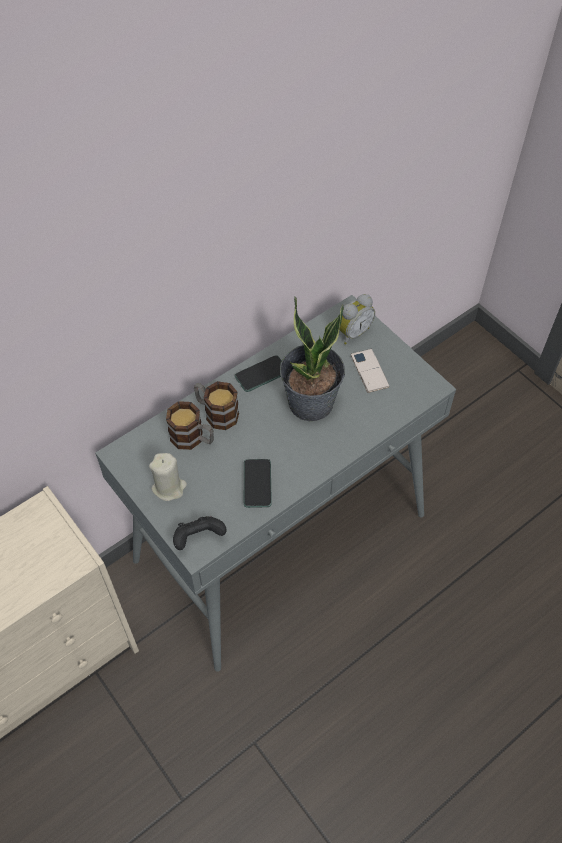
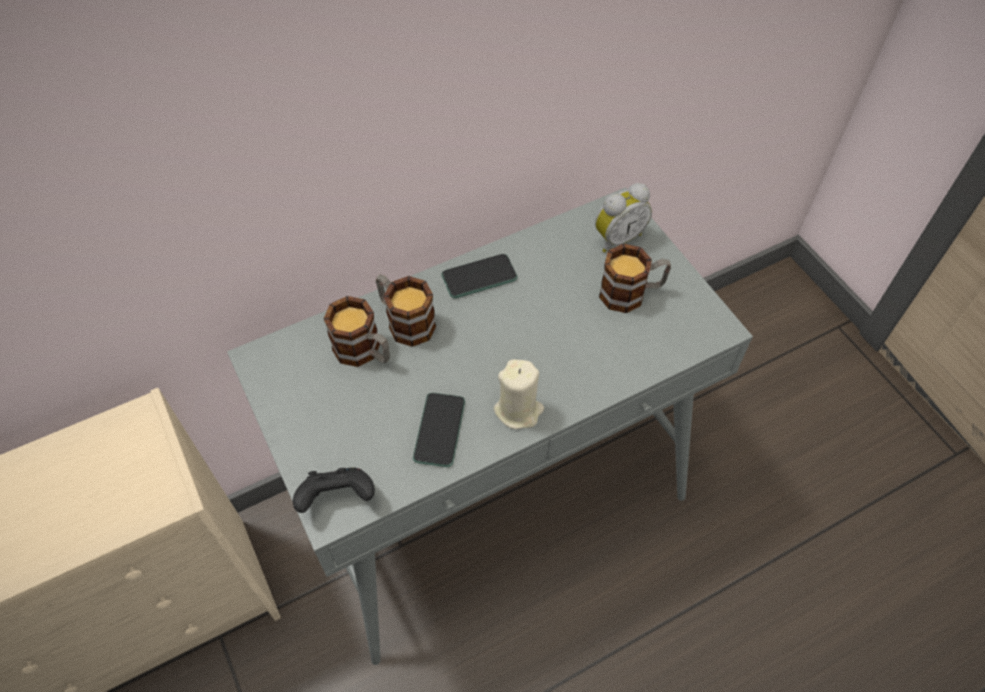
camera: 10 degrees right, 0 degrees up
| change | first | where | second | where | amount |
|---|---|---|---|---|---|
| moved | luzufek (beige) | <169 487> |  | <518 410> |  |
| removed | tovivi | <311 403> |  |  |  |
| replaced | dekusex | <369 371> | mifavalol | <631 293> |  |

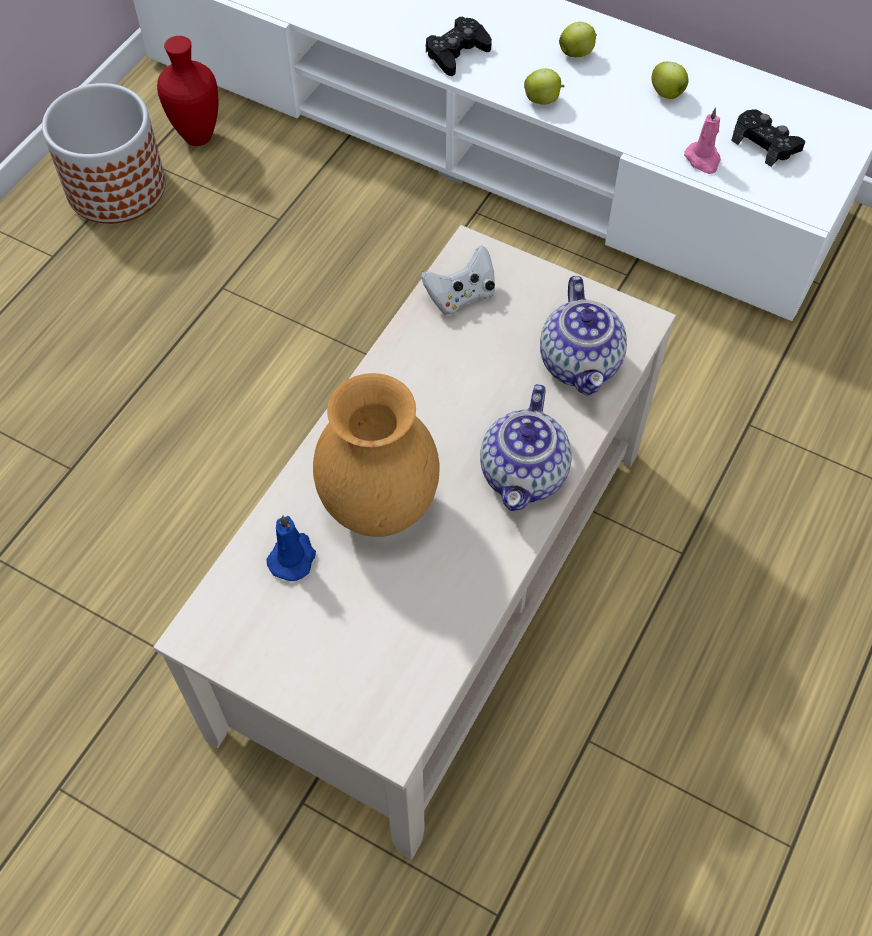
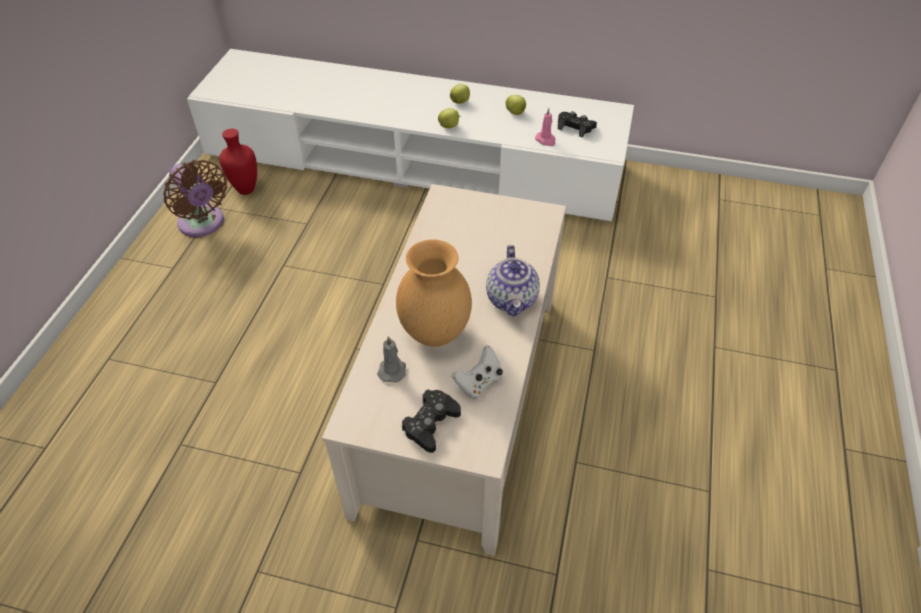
camera: 15 degrees left, 10 degrees down
| change | first | where | second | where | amount |
|---|---|---|---|---|---|
| replaced | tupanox | <117 187> | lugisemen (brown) | <203 224> |  |
| recoloured | luzufek (blue) | <293 557> | luzufek (grey) | <392 369> |  |
| moved | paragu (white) | <461 296> |  | <479 382> |  |
| moved | paragu (black) | <457 53> |  | <431 424> |  |
| removed | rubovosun | <581 364> |  |  |  |

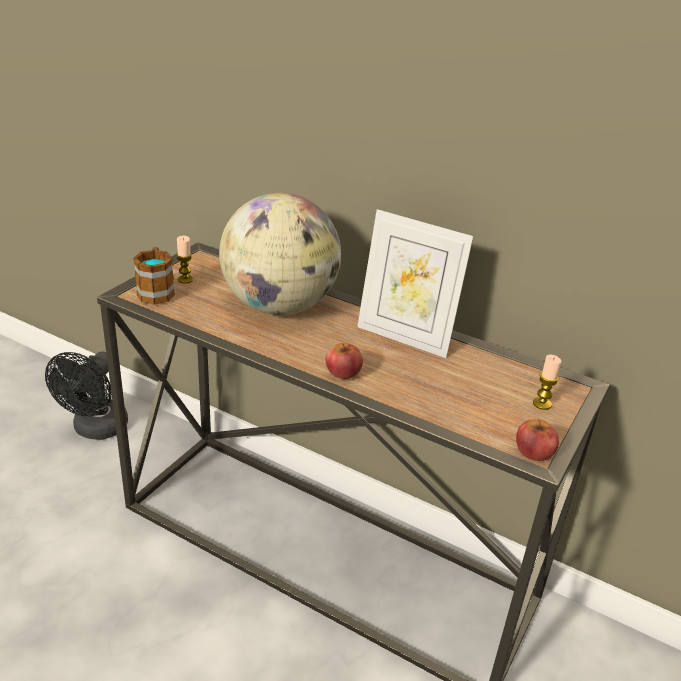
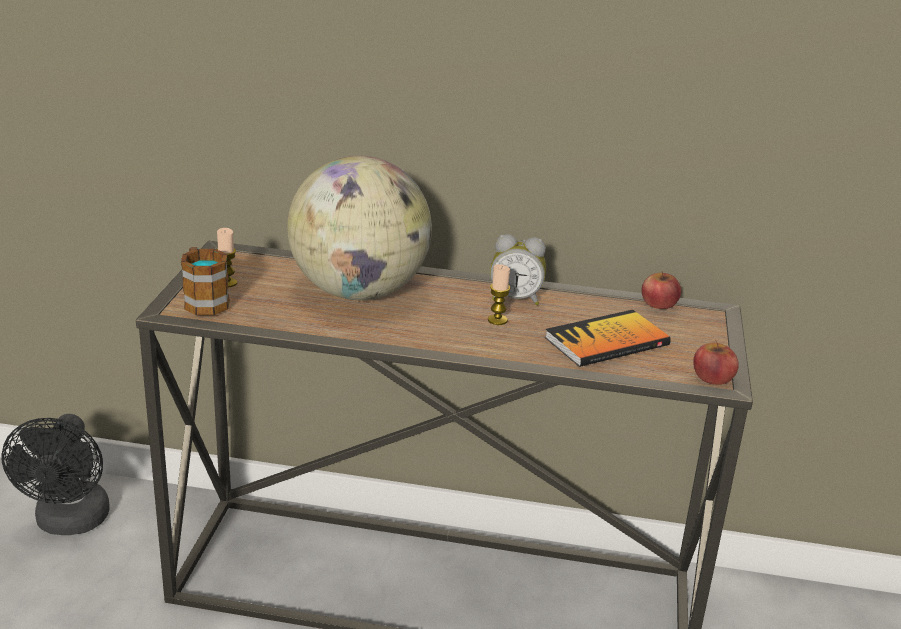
camera: 20 degrees left, 5 degrees down
| change | first | where | second | where | amount |
|---|---|---|---|---|---|
| moved | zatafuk | <343 372> |  | <659 303> |  |
| replaced | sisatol | <405 337> | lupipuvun | <516 299> |  |
| moved | luzufek | <542 404> |  | <497 320> |  |
| added |  |  | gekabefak | <607 341> |  |

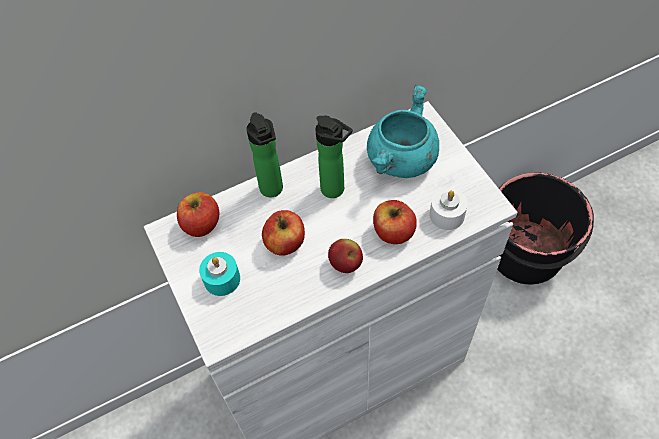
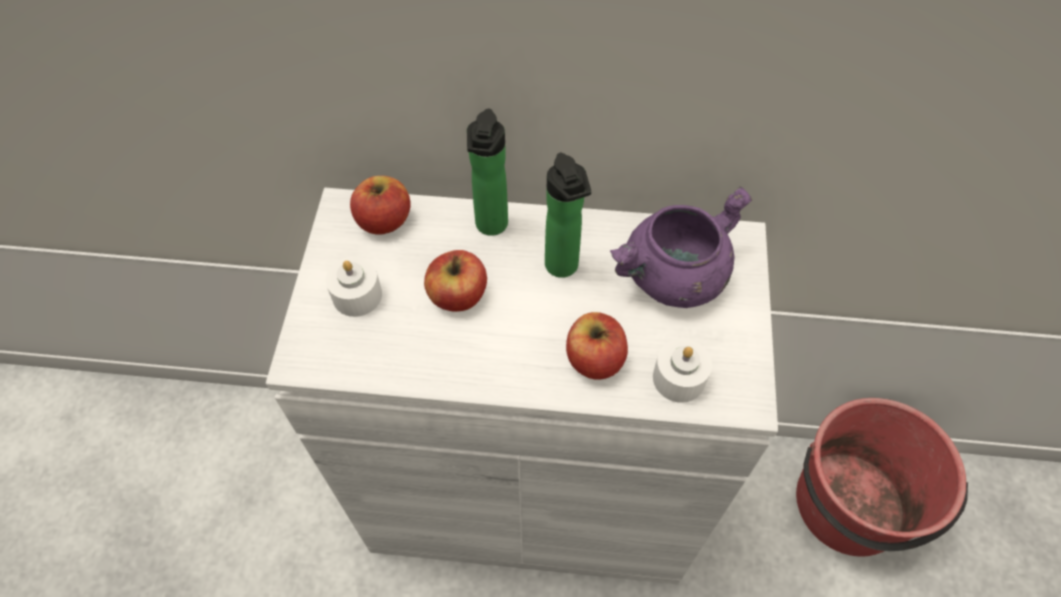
camera: 30 degrees right, 0 degrees up
| change | first | where | second | where | amount |
|---|---|---|---|---|---|
| recoloured | luzufek (turquoise) | <222 279> | luzufek (white) | <357 295> |  |
| removed | zatafuk | <345 264> |  |  |  |
| recoloured | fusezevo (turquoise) | <401 160> | fusezevo (purple) | <673 277> |  |
| recoloured | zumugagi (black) | <526 254> | zumugagi (red) | <848 506> |  |

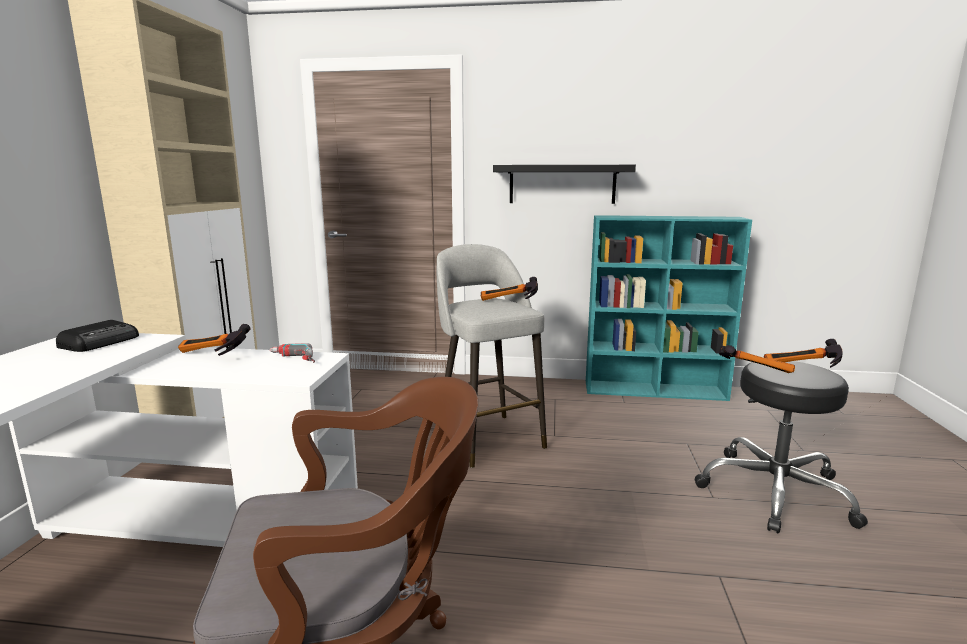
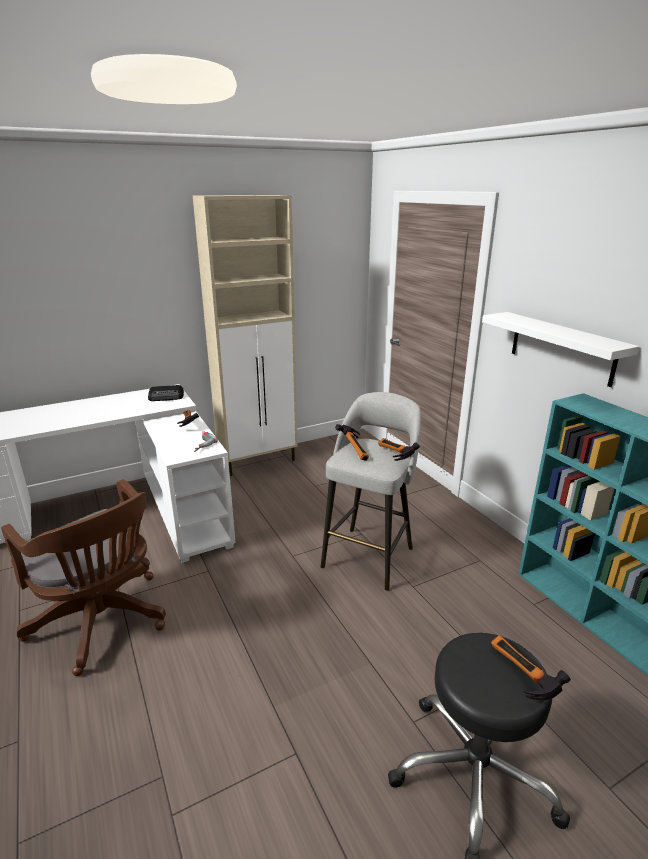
camera: 55 degrees right, 10 degrees up
| change | first | where | second | where | amount |
|---|---|---|---|---|---|
| recoloured | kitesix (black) | <562 184> | kitesix (white) | <561 348> |  |
| moved | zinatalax | <753 370> |  | <356 450> |  |

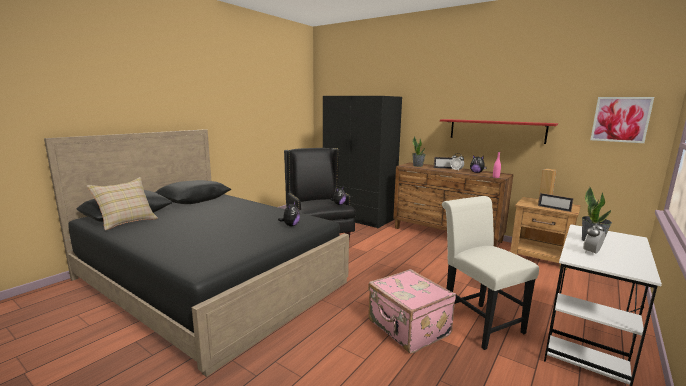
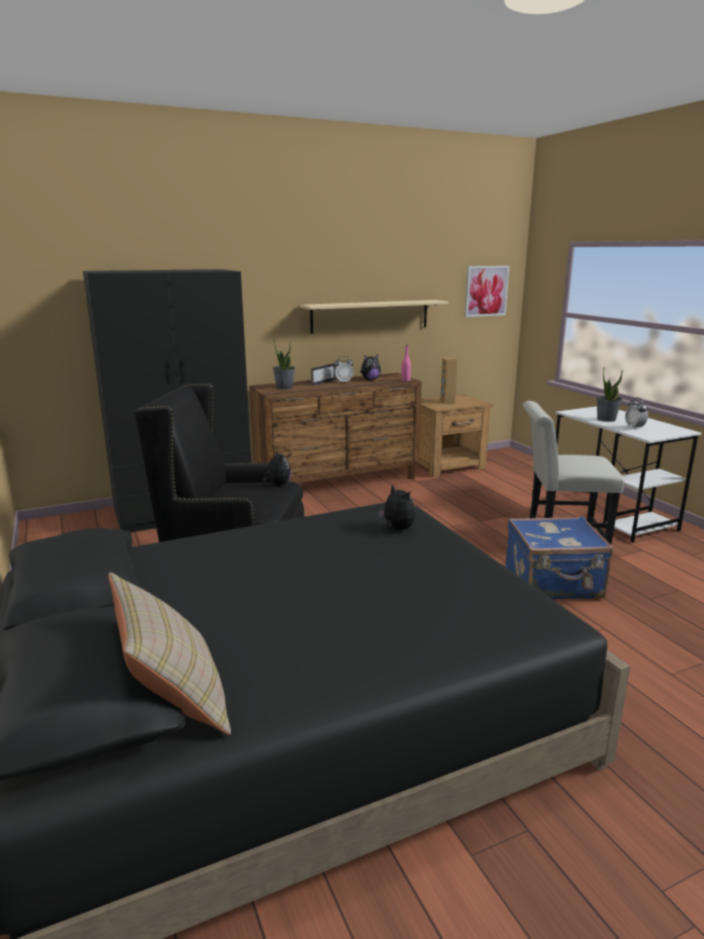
camera: 60 degrees left, 5 degrees up
| change | first | where | second | where | amount |
|---|---|---|---|---|---|
| recoloured | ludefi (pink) | <408 328> | ludefi (blue) | <553 584> |  |
| recoloured | kitesix (red) | <496 130> | kitesix (beige) | <370 316> |  |
| removed | sisatol | <554 208> |  |  |  |

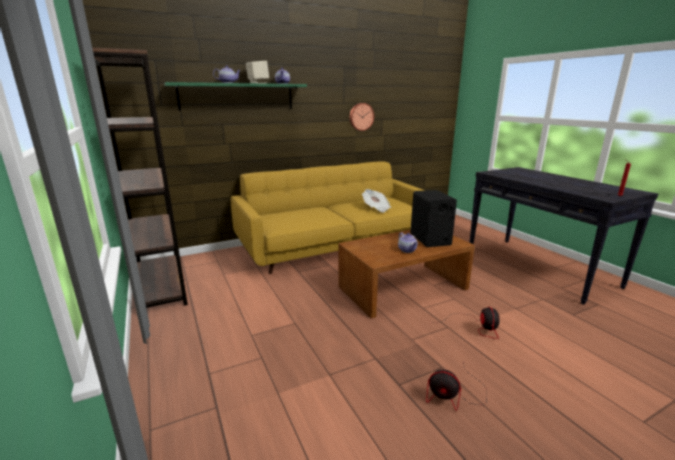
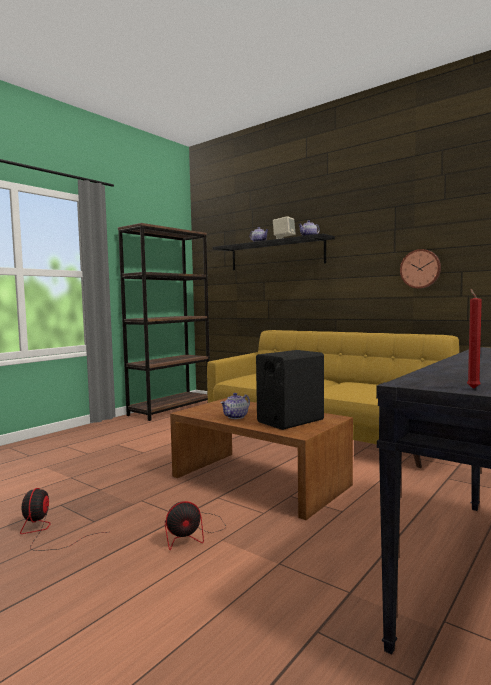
camera: 65 degrees right, 15 degrees down
| change | first | where | second | where | amount |
|---|---|---|---|---|---|
| recoloured | kitesix (green) | <237 96> | kitesix (black) | <276 255> |  |
| removed | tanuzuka | <376 208> |  |  |  |

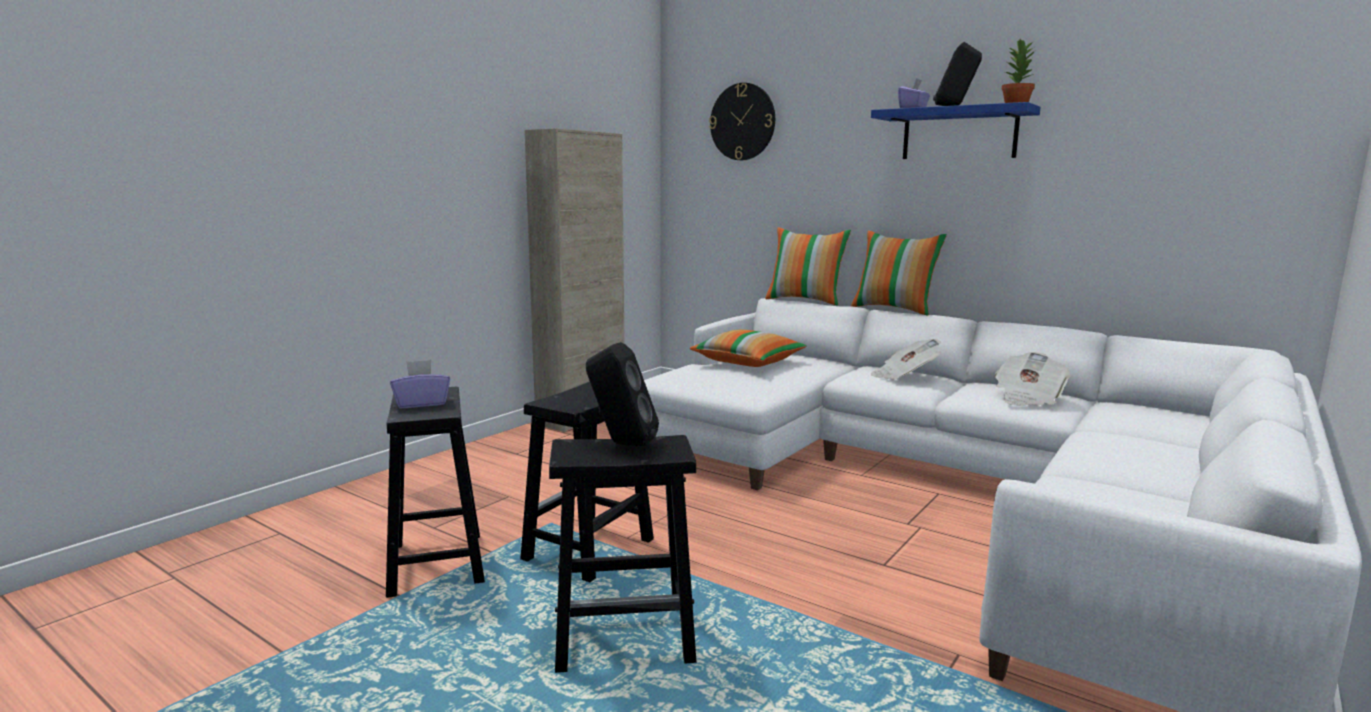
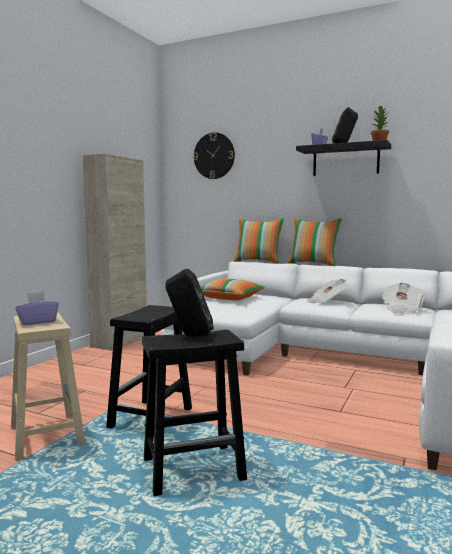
camera: 10 degrees left, 5 degrees down
| change | first | where | second | where | amount |
|---|---|---|---|---|---|
| recoloured | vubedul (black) | <436 562> | vubedul (beige) | <46 434> |  |
| recoloured | kitesix (blue) | <959 134> | kitesix (black) | <345 160> |  |

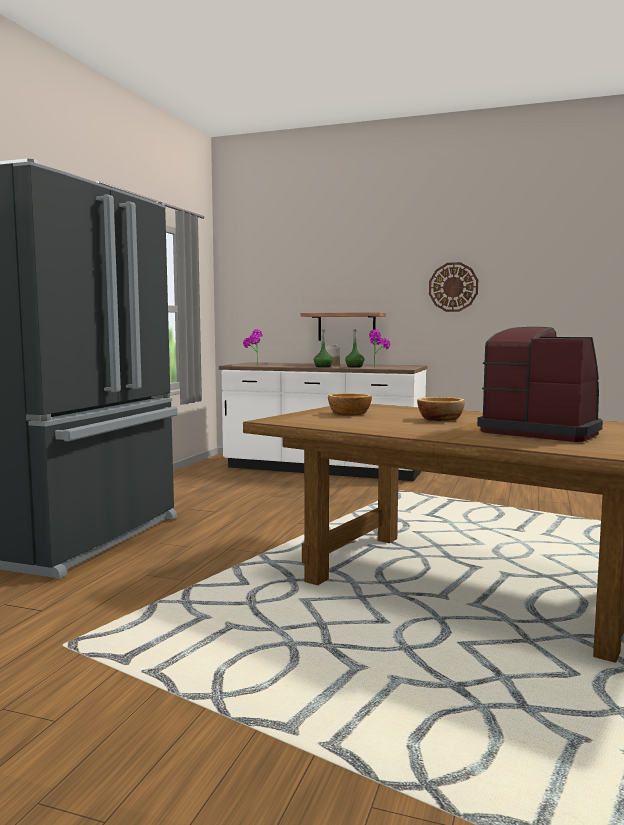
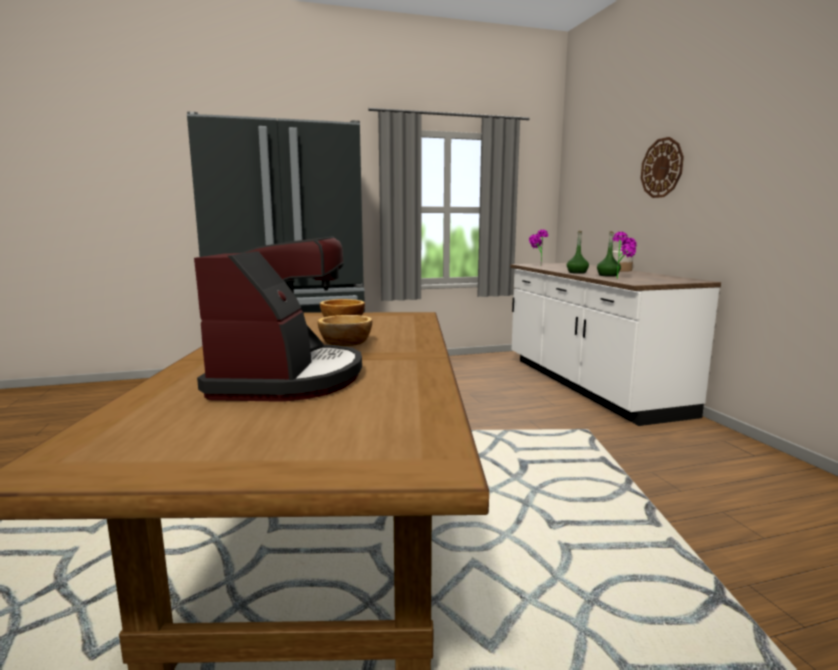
camera: 55 degrees right, 5 degrees up
| change | first | where | second | where | amount |
|---|---|---|---|---|---|
| removed | kitesix | <346 327> |  |  |  |
| moved | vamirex | <453 287> |  | <662 168> |  |

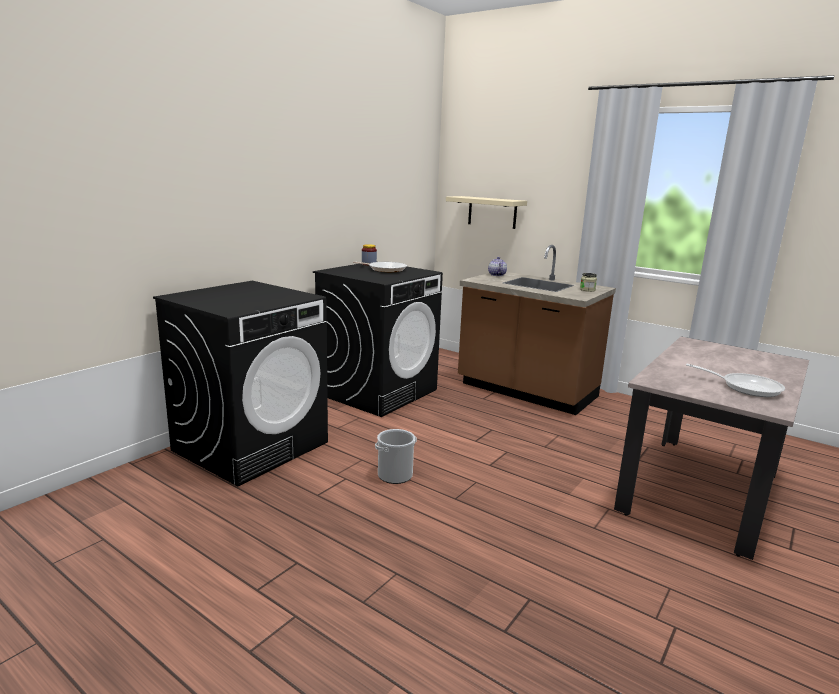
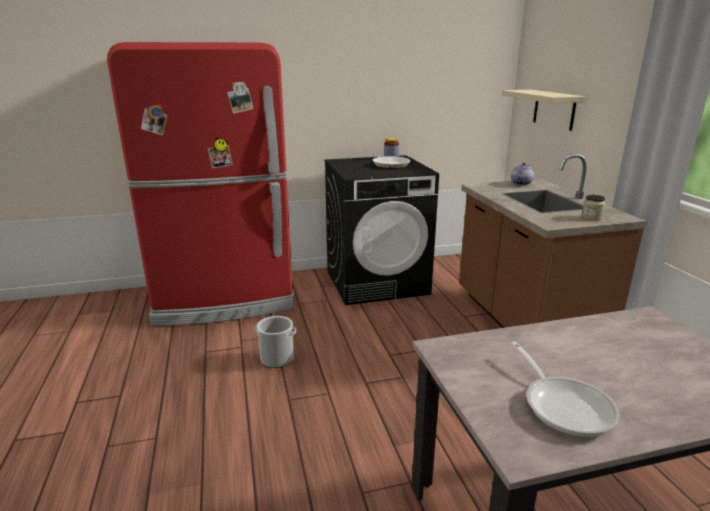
camera: 40 degrees right, 5 degrees up
| change | first | where | second | where | amount |
|---|---|---|---|---|---|
| replaced | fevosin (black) | <251 446> | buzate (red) | <225 298> |  |

